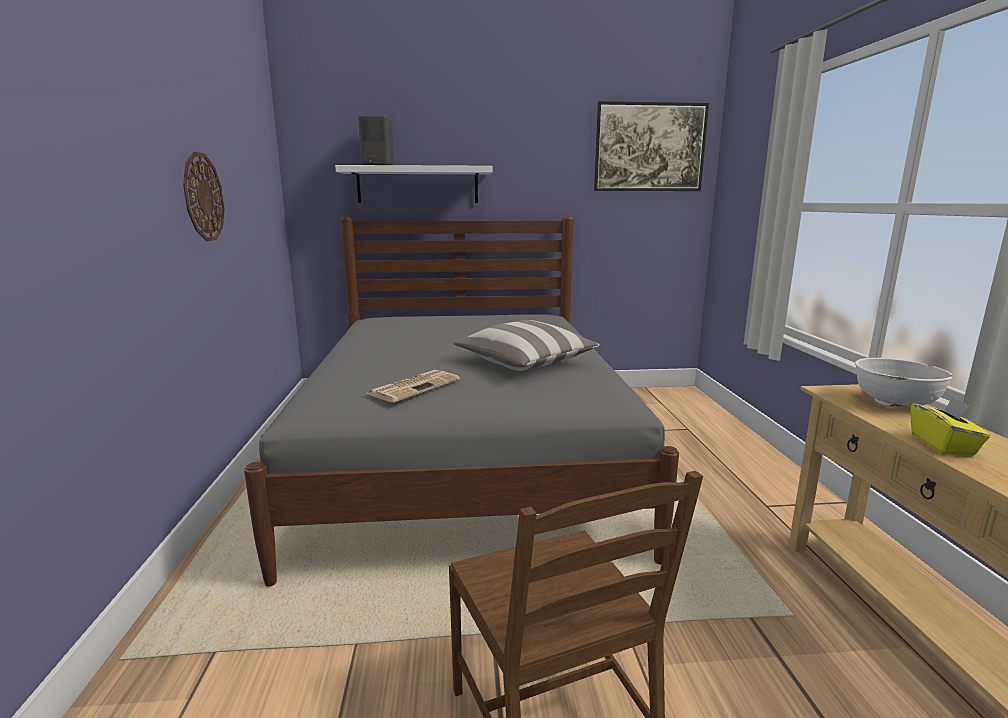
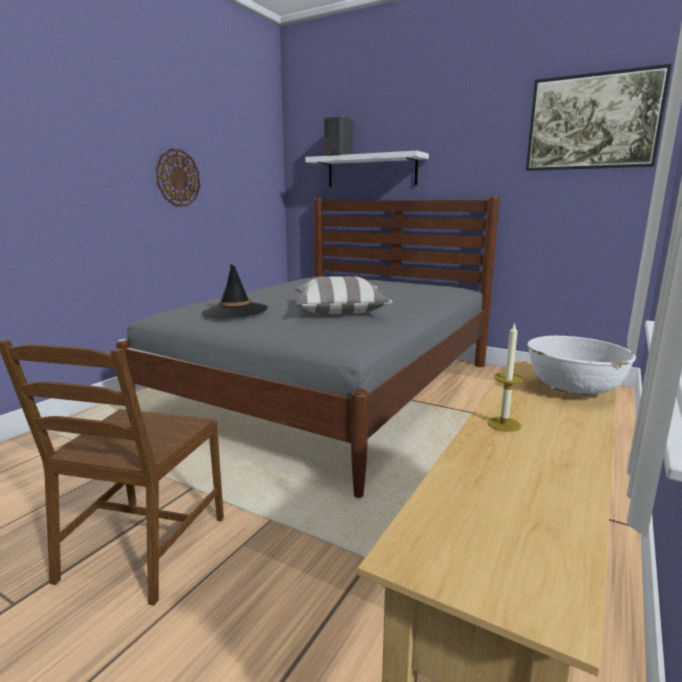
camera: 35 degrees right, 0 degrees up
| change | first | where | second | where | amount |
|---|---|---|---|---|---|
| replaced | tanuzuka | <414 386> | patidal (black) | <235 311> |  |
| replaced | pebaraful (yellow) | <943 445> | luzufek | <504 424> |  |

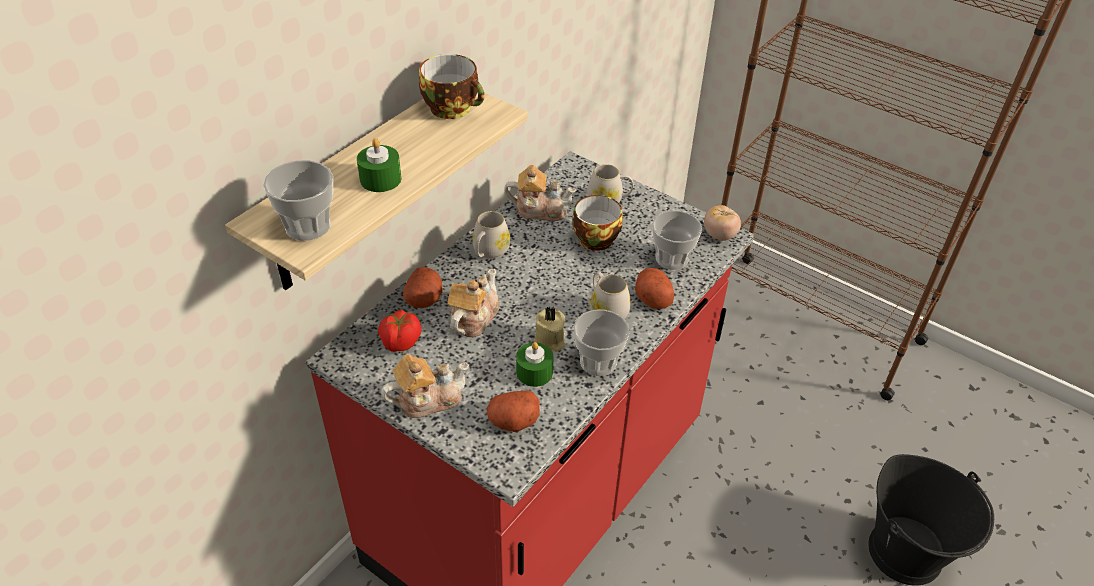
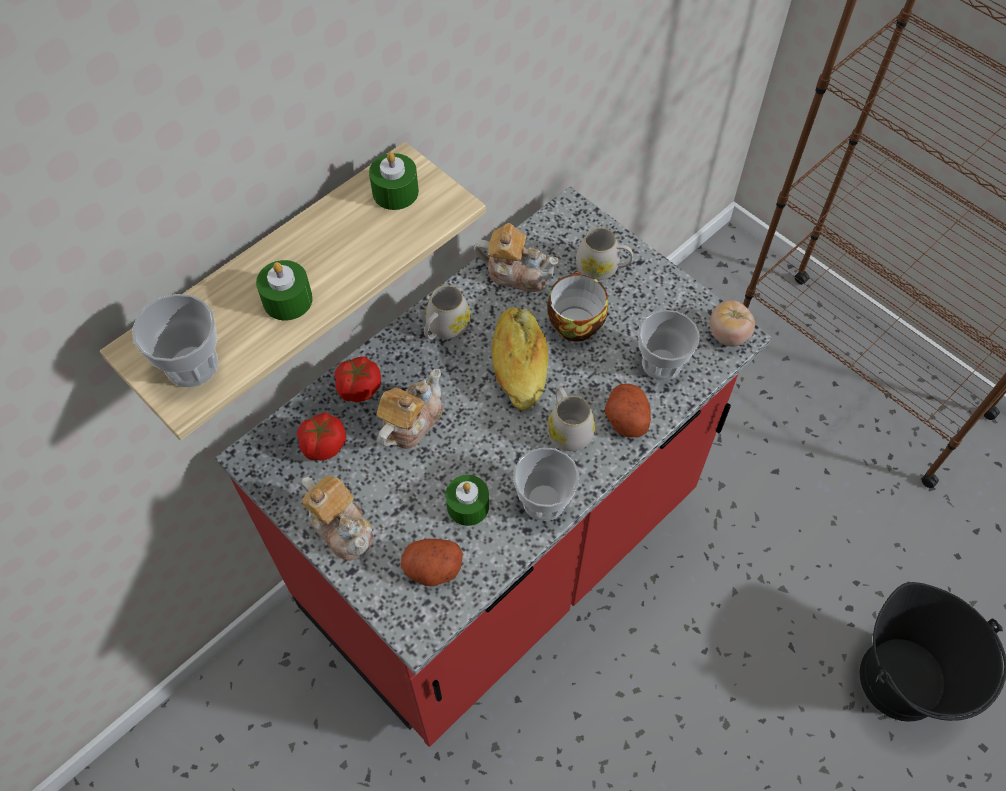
camera: 10 degrees right, 15 degrees up
| change | first | where | second | where | amount |
|---|---|---|---|---|---|
| turned | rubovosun | <427 399> |  | <342 527> | 60 degrees clockwise |
| replaced | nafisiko | <424 299> | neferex | <359 389> |  |
| replaced | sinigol | <454 108> | luzufek (green) | <395 192> |  |
| removed | luzufek (beige) | <550 340> |  |  |  |
| added |  |  | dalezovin | <519 365> |  |

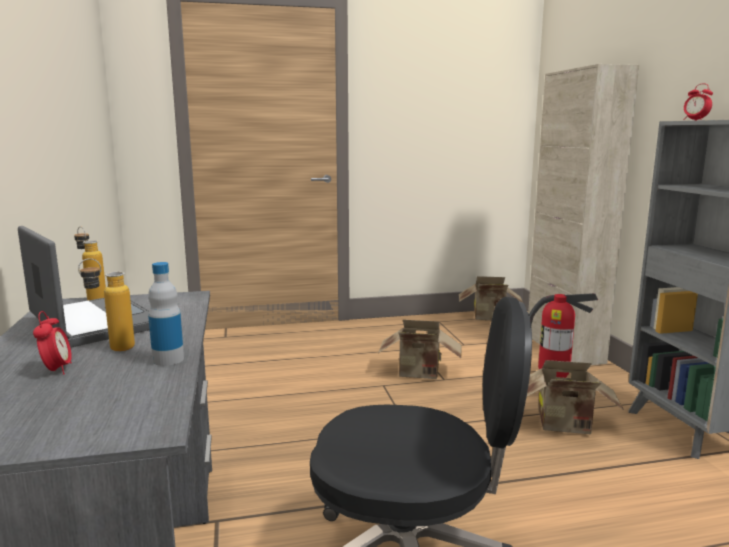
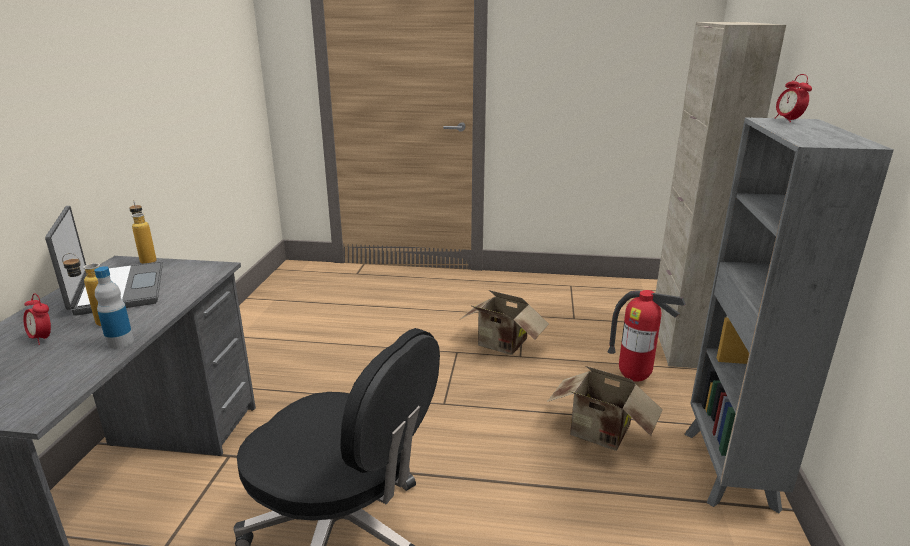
camera: 20 degrees right, 10 degrees up
| change | first | where | second | where | amount |
|---|---|---|---|---|---|
| turned | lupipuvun | <57 370> |  | <42 339> | 120 degrees clockwise |
| removed | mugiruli | <490 318> |  |  |  |

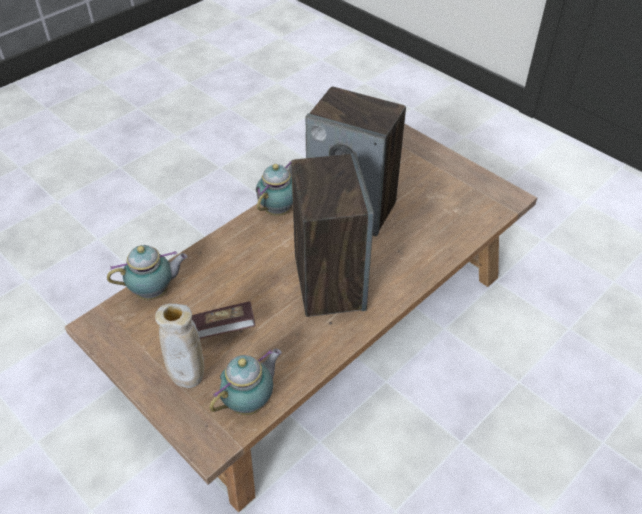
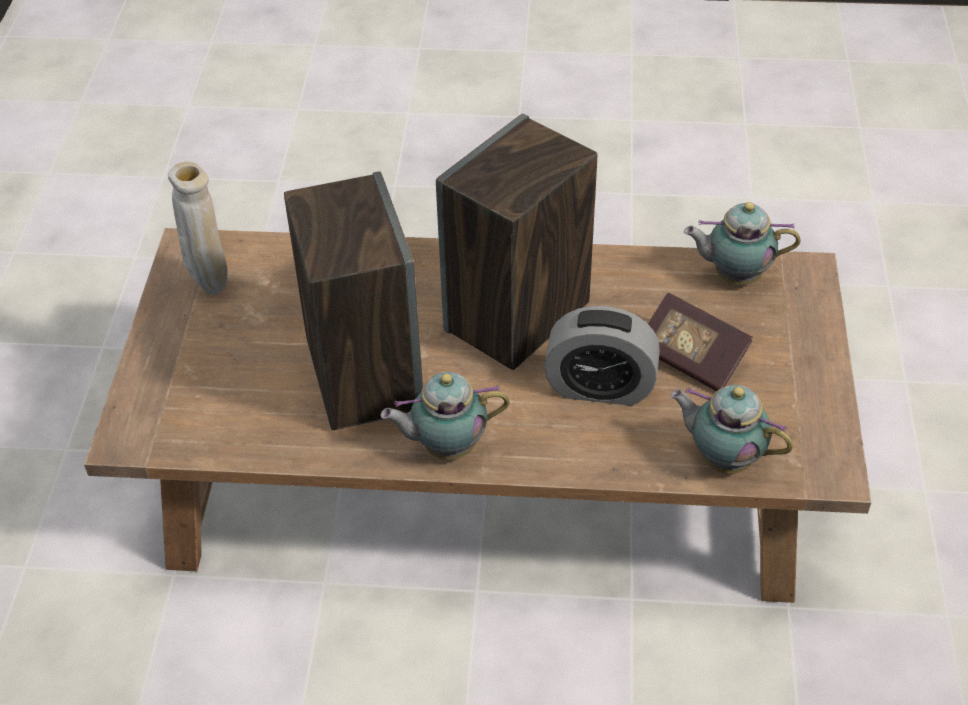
camera: 130 degrees left, 0 degrees up
| change | first | where | second | where | amount |
|---|---|---|---|---|---|
| moved | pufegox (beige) | <189 379> |  | <210 285> |  |
| added |  |  | lupipuvun | <600 387> |  |

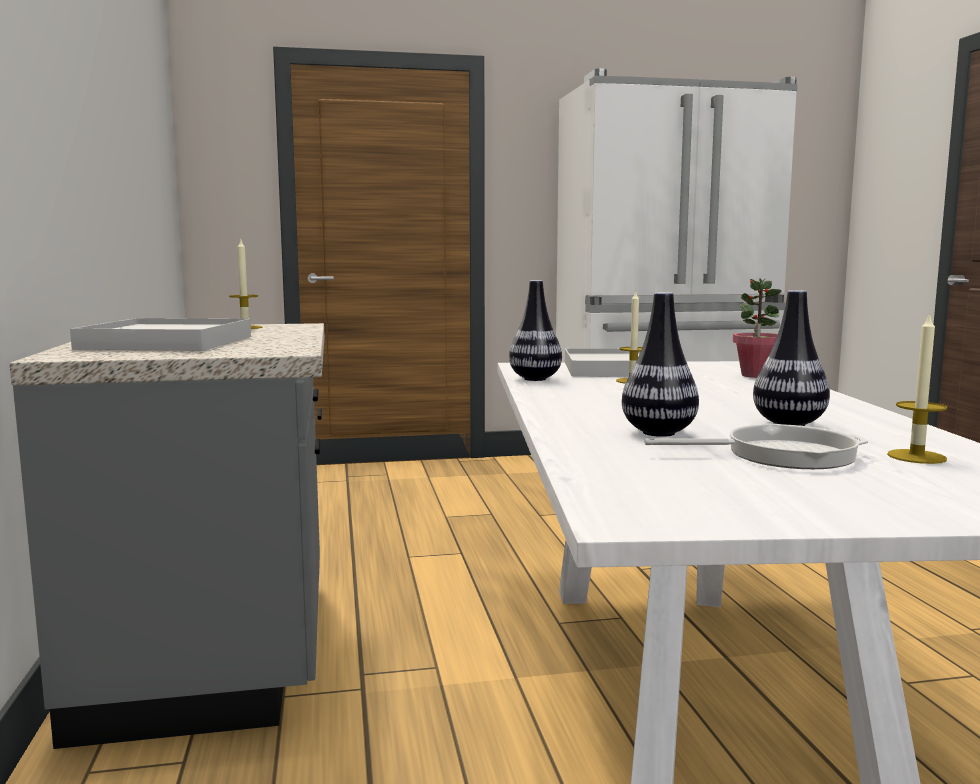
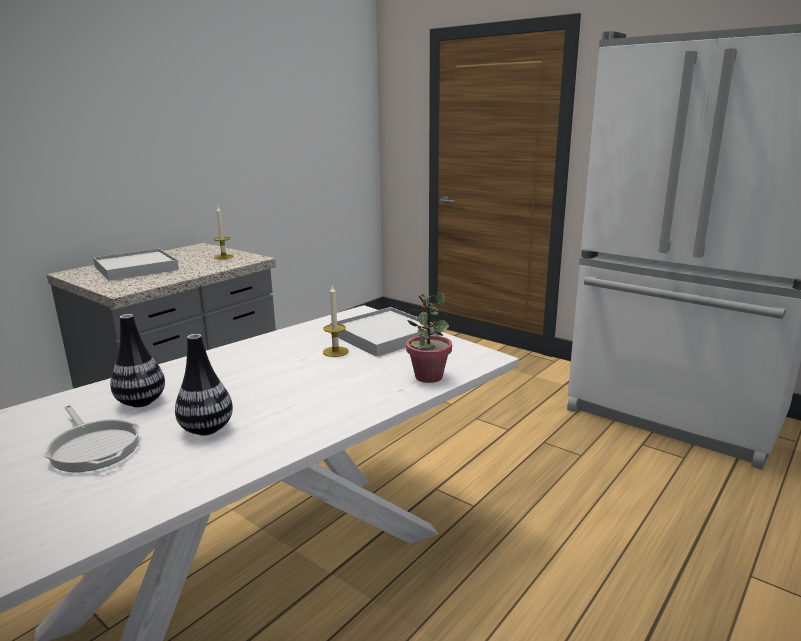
camera: 50 degrees right, 10 degrees up
| change | first | where | second | where | amount |
|---|---|---|---|---|---|
| removed | pufegox | <535 379> |  |  |  |
| removed | luzufek | <916 457> |  |  |  |

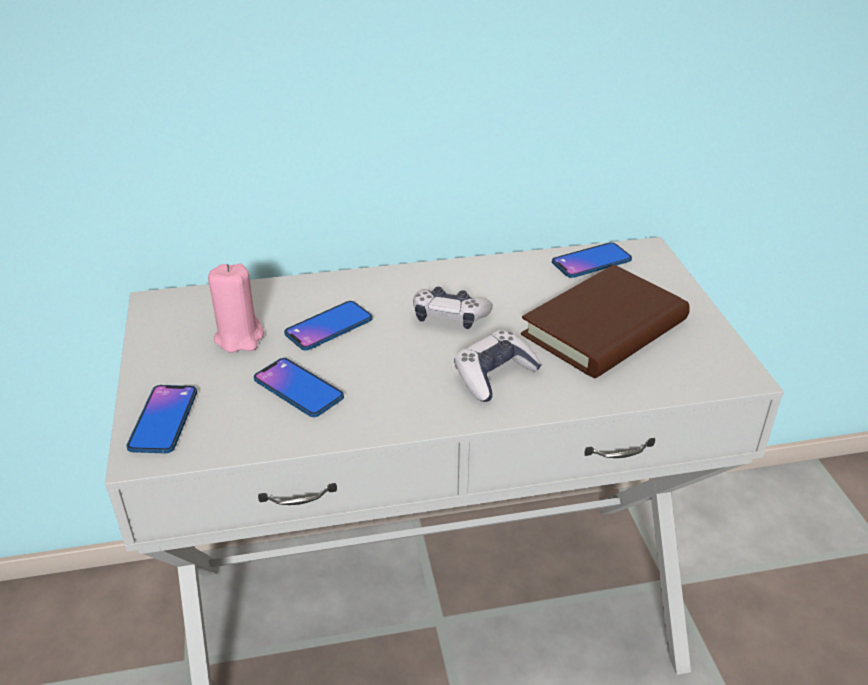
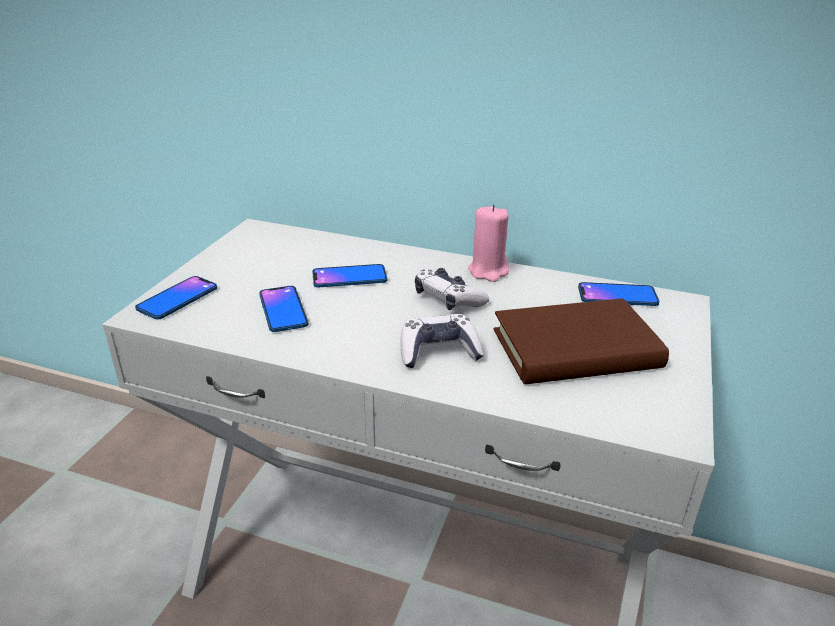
camera: 30 degrees right, 5 degrees down
| change | first | where | second | where | amount |
|---|---|---|---|---|---|
| moved | luzufek (pink) | <239 337> |  | <488 271> |  |

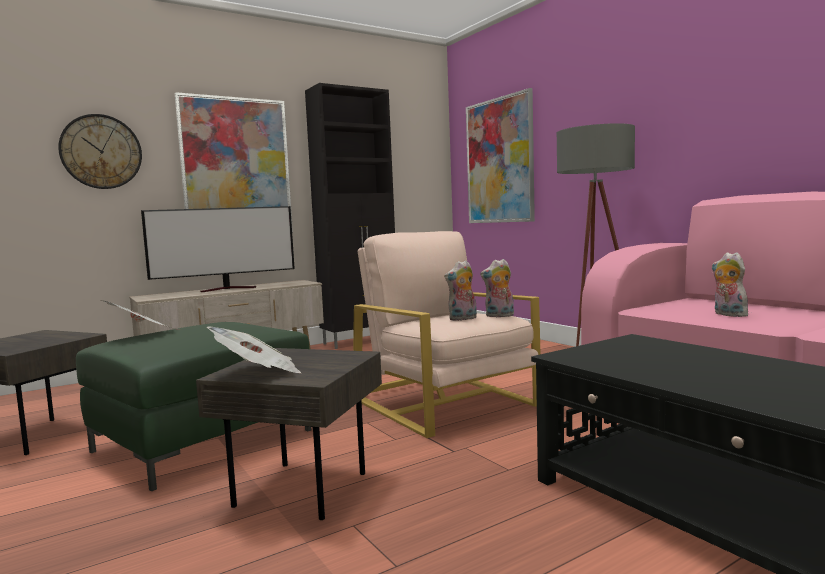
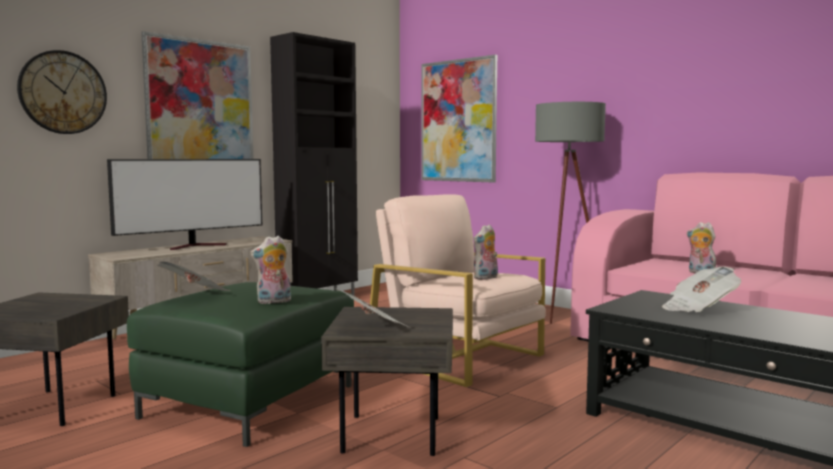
camera: 15 degrees left, 0 degrees up
| change | first | where | second | where | amount |
|---|---|---|---|---|---|
| moved | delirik | <499 316> |  | <273 302> |  |
| added |  |  | tanuzuka | <698 308> |  |

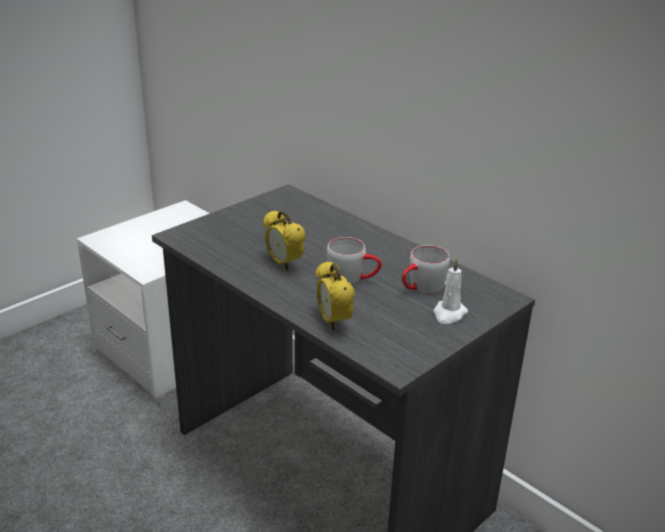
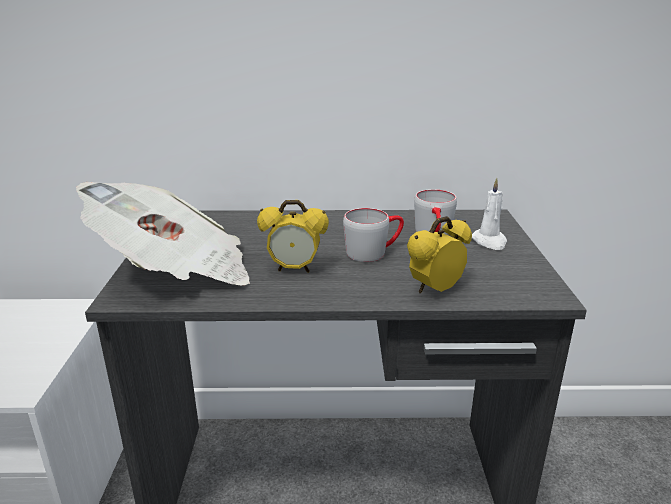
camera: 45 degrees left, 5 degrees down
| change | first | where | second | where | amount |
|---|---|---|---|---|---|
| turned | lupipuvun | <333 322> |  | <435 291> | 120 degrees clockwise |
| added |  |  | tanuzuka | <176 271> |  |

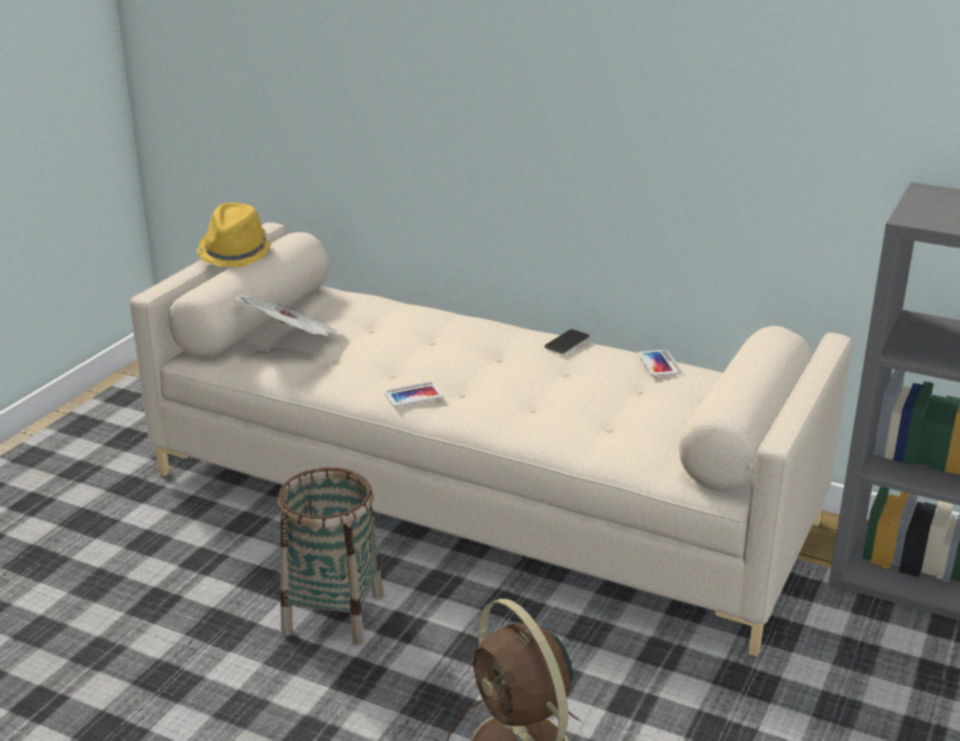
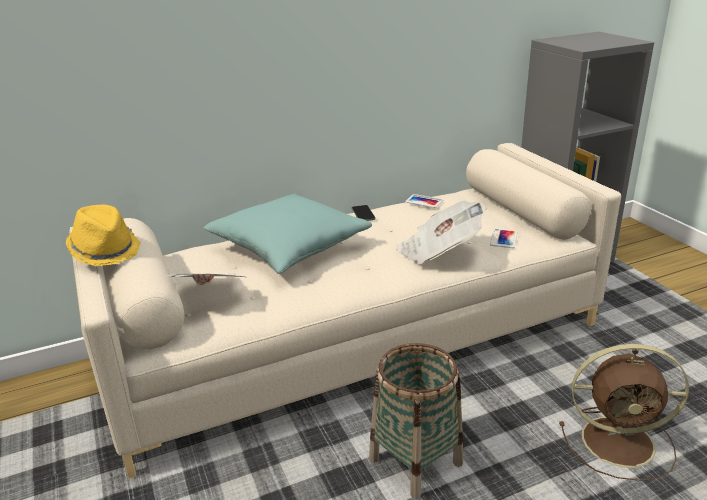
camera: 50 degrees left, 0 degrees up
| change | first | where | second | where | amount |
|---|---|---|---|---|---|
| moved | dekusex | <413 395> |  | <503 238> |  |
| added |  |  | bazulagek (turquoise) | <289 247> |  |
| added |  |  | tanuzuka | <439 252> |  |

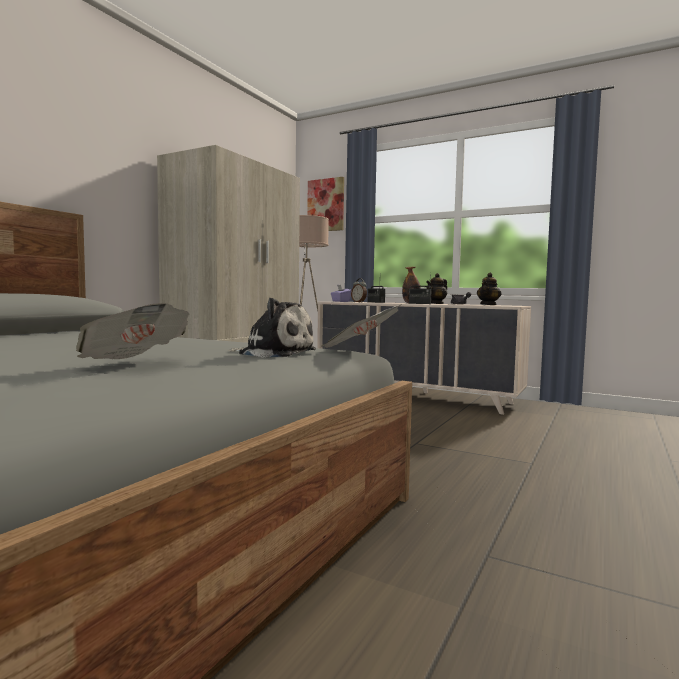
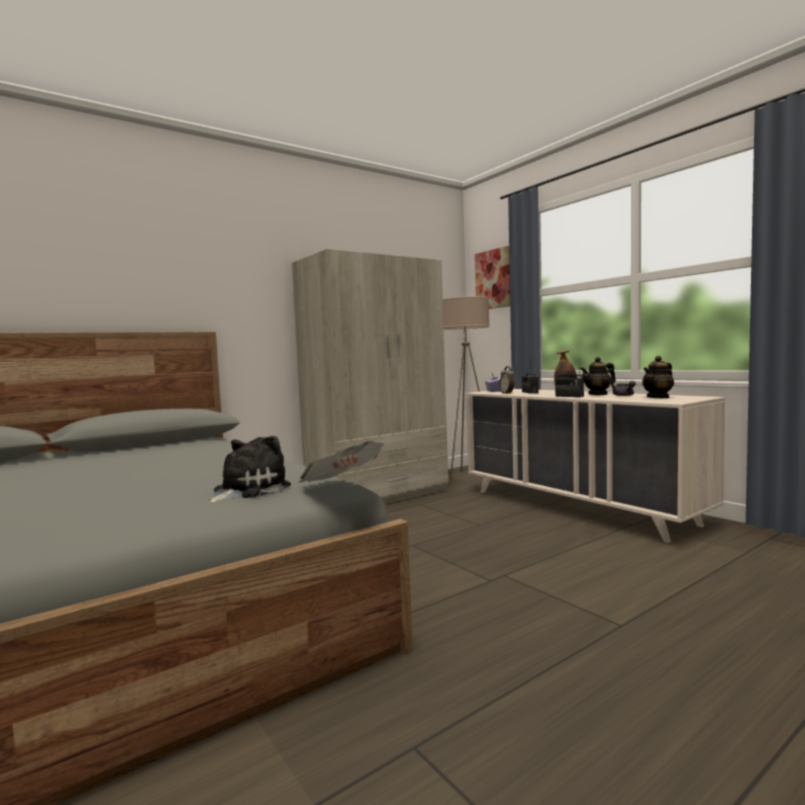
camera: 25 degrees right, 0 degrees up
| change | first | where | second | where | amount |
|---|---|---|---|---|---|
| removed | tanuzuka | <134 365> |  |  |  |
| turned | delirik | <274 353> |  | <247 490> | 105 degrees counterclockwise |

